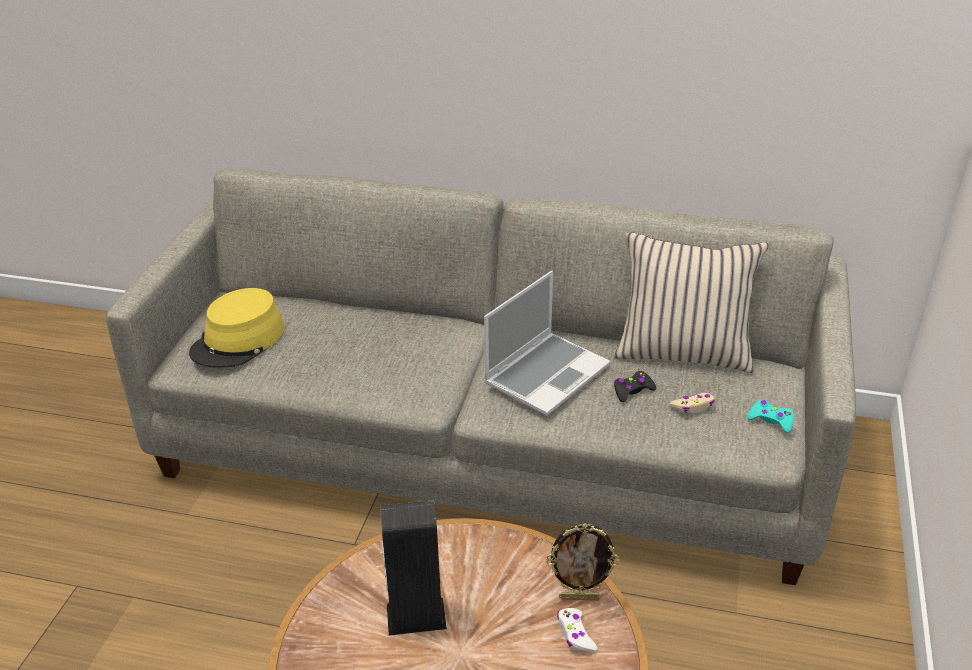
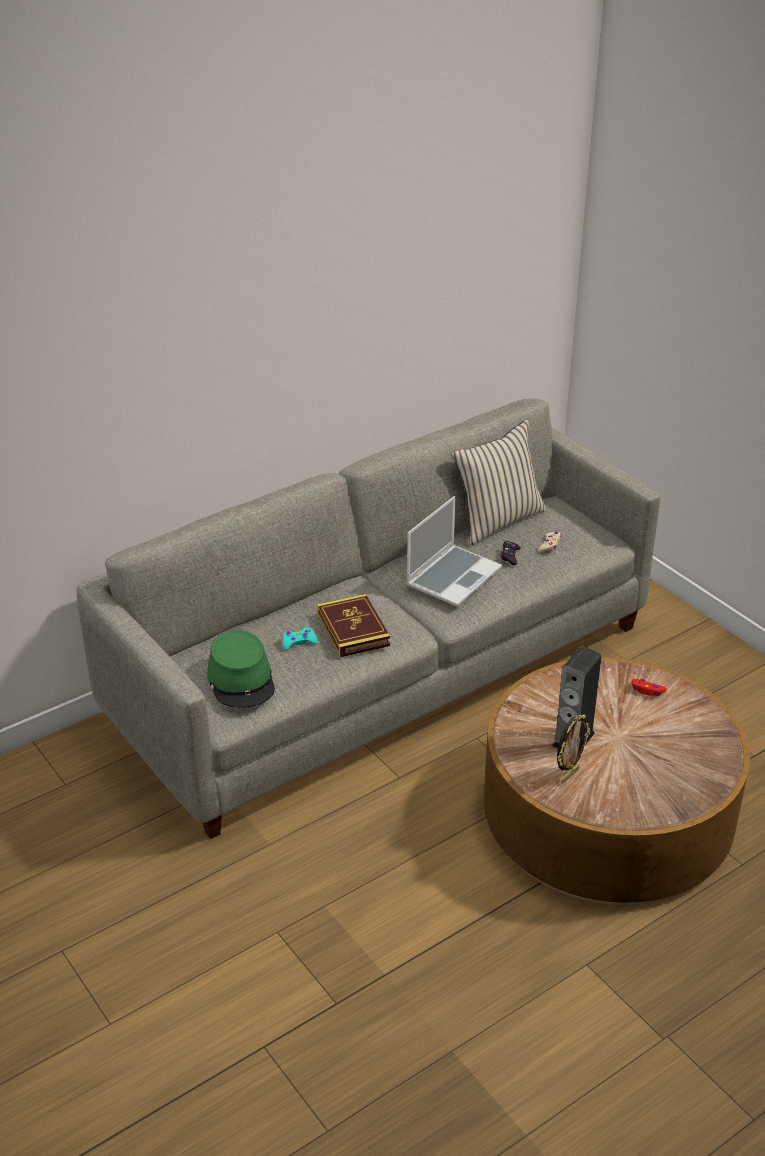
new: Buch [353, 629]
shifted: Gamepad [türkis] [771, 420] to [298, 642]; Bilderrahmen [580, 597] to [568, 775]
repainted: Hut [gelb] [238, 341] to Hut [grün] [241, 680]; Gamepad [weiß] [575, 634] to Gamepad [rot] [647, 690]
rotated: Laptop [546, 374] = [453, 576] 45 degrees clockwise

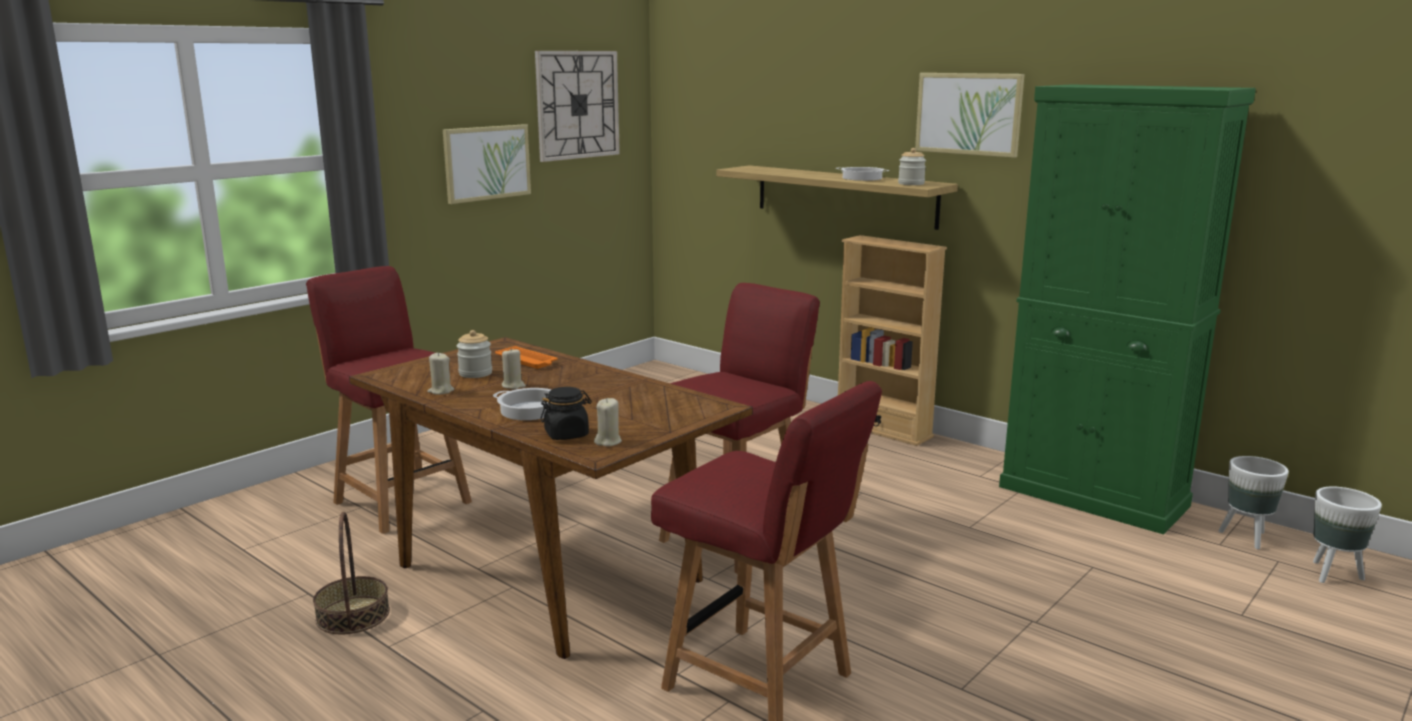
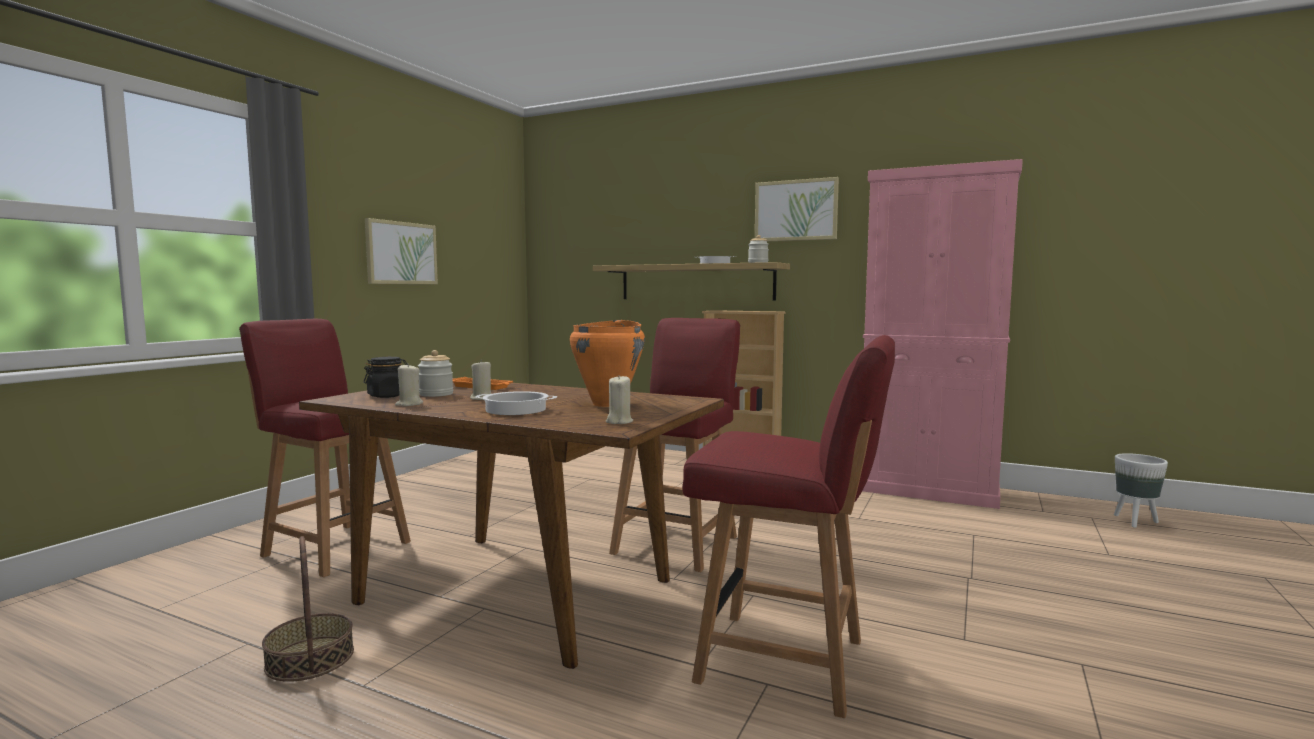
gone: Wanduhr [577, 105]; Pflanzkübel [weiß] [1246, 538]
new: Kochtopf [orange] [608, 404]
shifted: Vorratsglas [schwarz] [567, 434] to [387, 396]
repainted: Schrank [grün] [1093, 496] to Schrank [rosa] [928, 490]

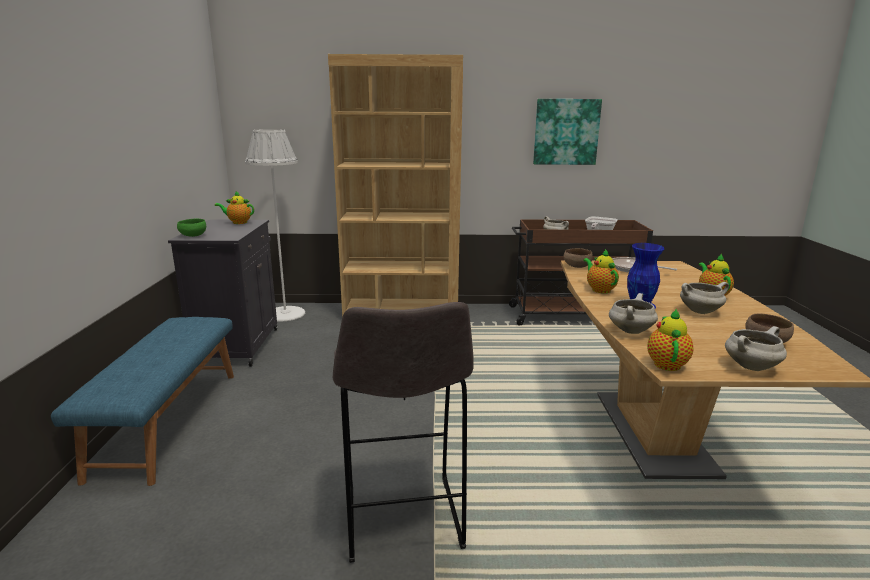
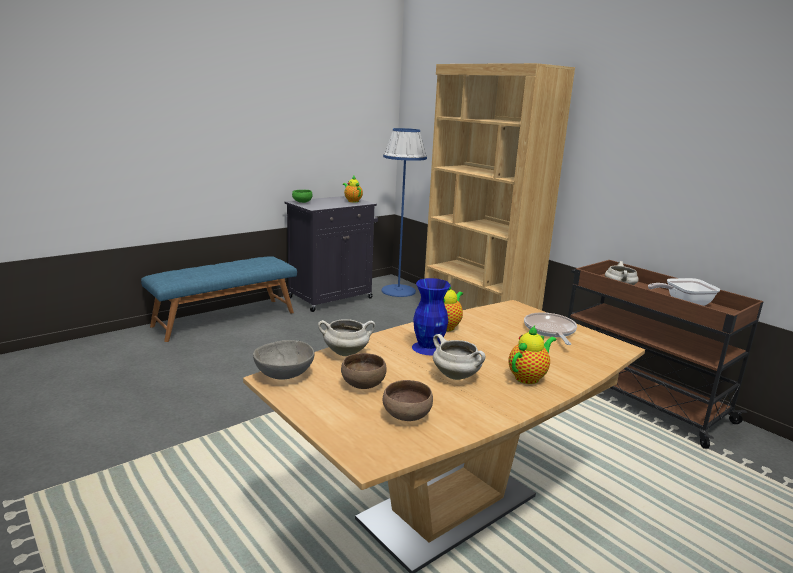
gone: Hocker [grau] [403, 520]; Bild [566, 132]; Kochtopf [weiß] [751, 366]
shifted: Schüssel [braun] [576, 267] to [362, 384]
swapped: Teekanne [666, 363] to Schüssel [grau] [283, 375]
repainted: Stehlampe [weiß] [285, 314] to Stehlampe [blau] [398, 291]

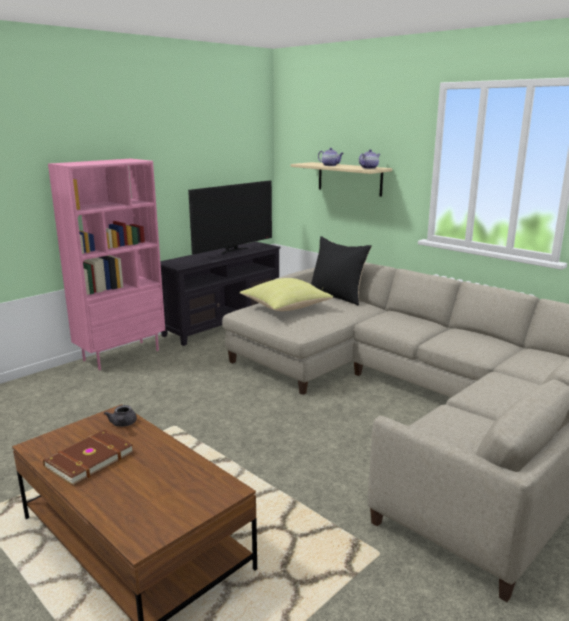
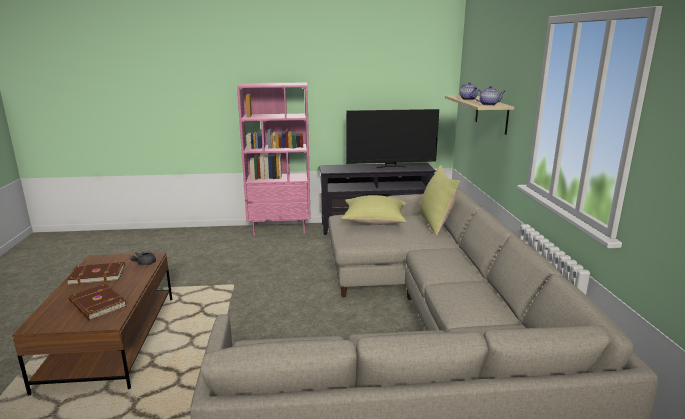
new: Buch [braun] [96, 304]
repainted: Kissen [schwarz] [337, 296] to Kissen [gelb] [436, 223]

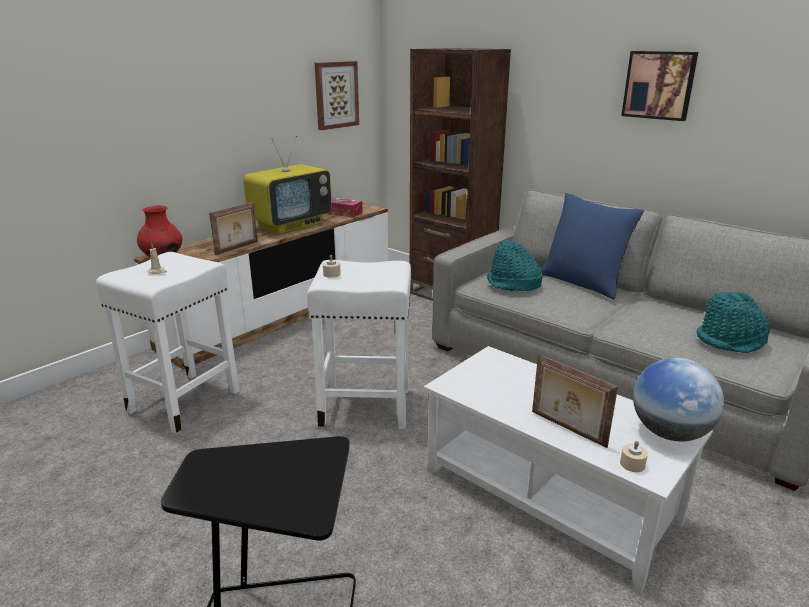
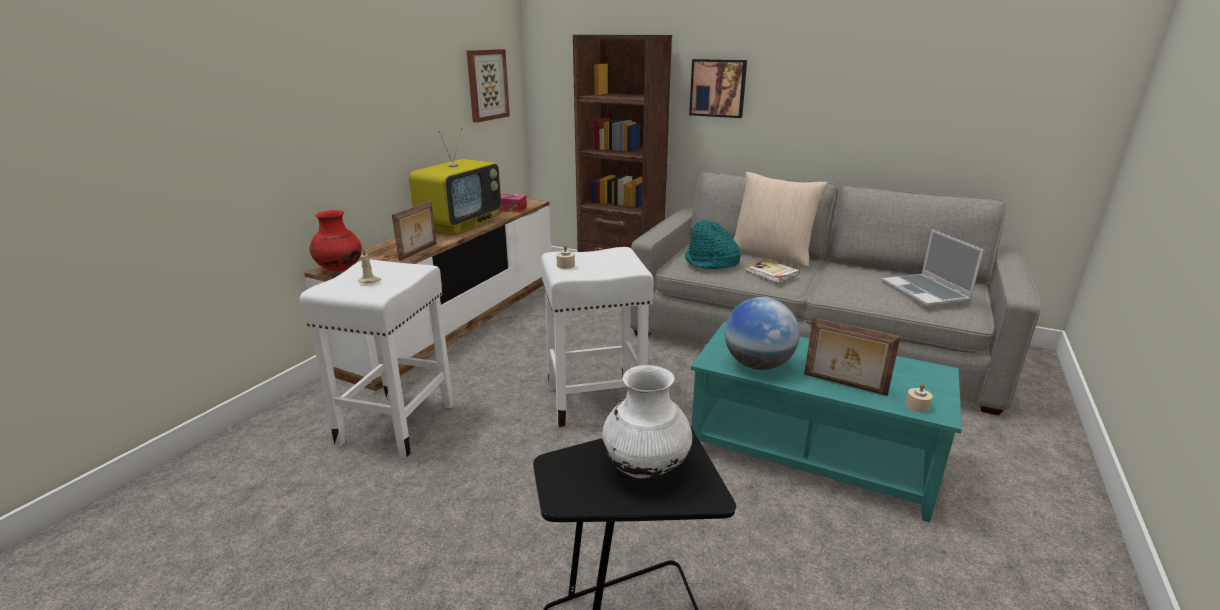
new: Vase [weiß] [646, 468]; Buch [771, 273]
shifted: Bild [659, 85] to [718, 88]; Globus [669, 433] to [758, 365]
swapped: Hut [türkis] [730, 341] to Laptop [926, 292]
repainted: Couchtisch [weiß] [550, 495] to Couchtisch [türkis] [810, 453]; Kissen [blau] [583, 282] to Kissen [beige] [771, 256]

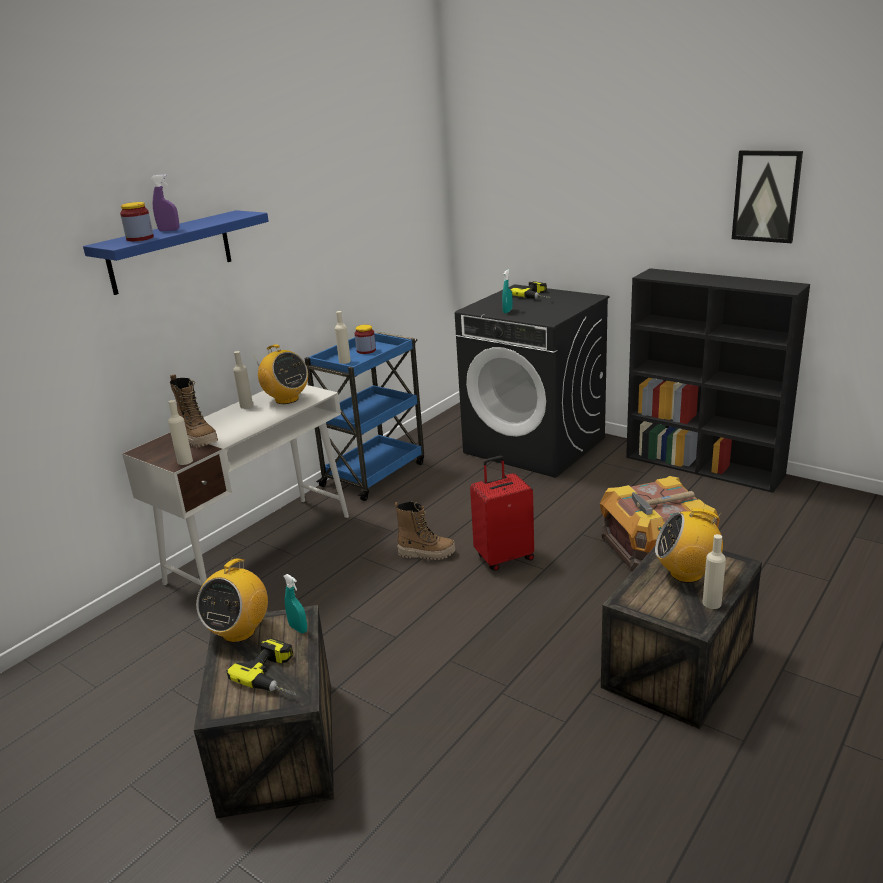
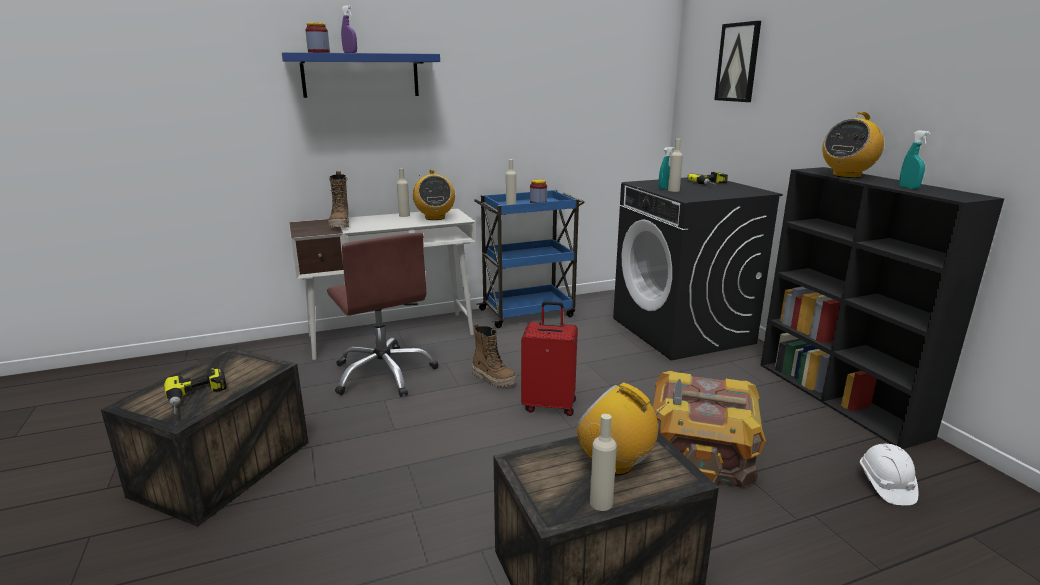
new: Bürostuhl [braun] [384, 373]; Schutzhelm [weiß] [885, 485]
shifted: Flasche [beige] [185, 461] to [673, 190]; Bild [766, 196] to [738, 62]; Radio [239, 631] to [847, 175]; Sprühflasche [türkis] [298, 628] to [908, 188]

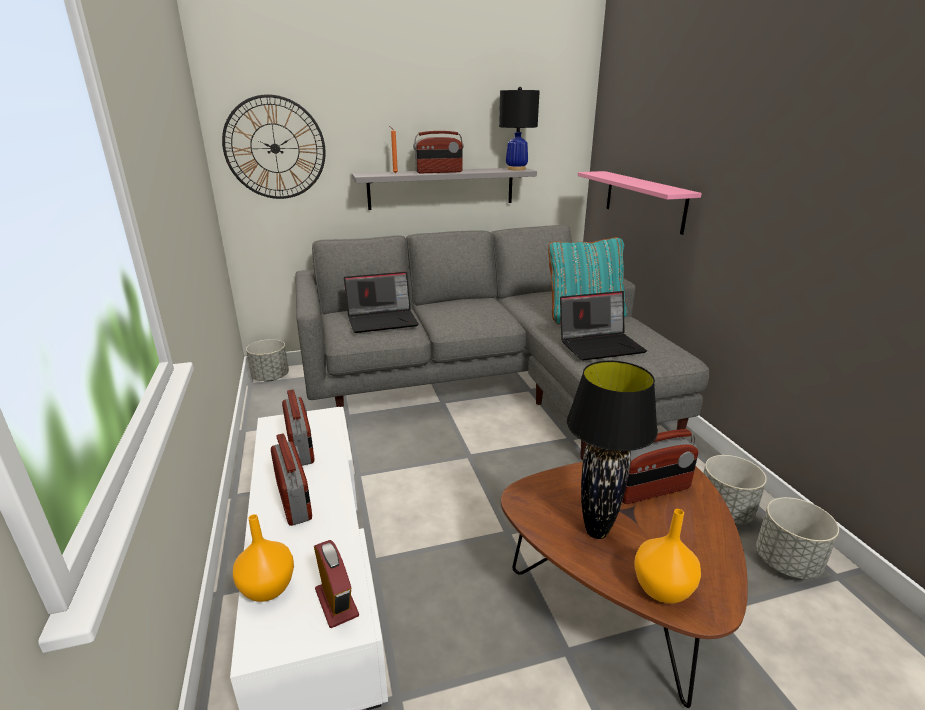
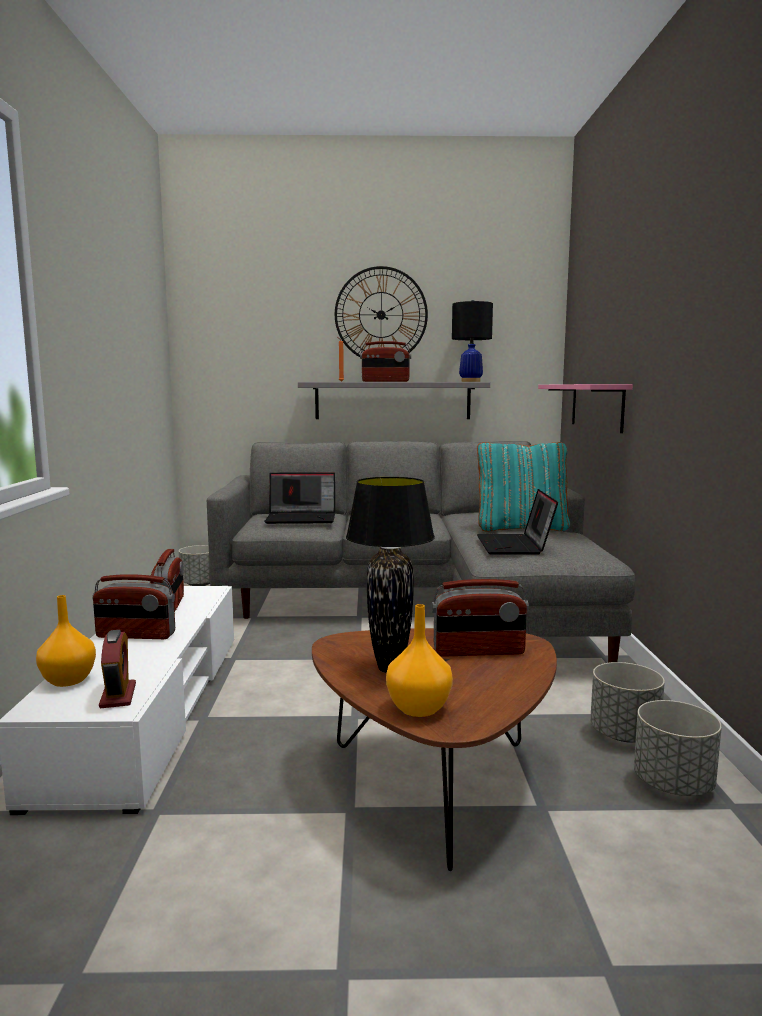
shifted: Wanduhr [275, 148] to [381, 315]
rotated: Radio [294, 500] = [135, 635] 105 degrees clockwise; Laptop [601, 345] = [515, 546] 90 degrees clockwise

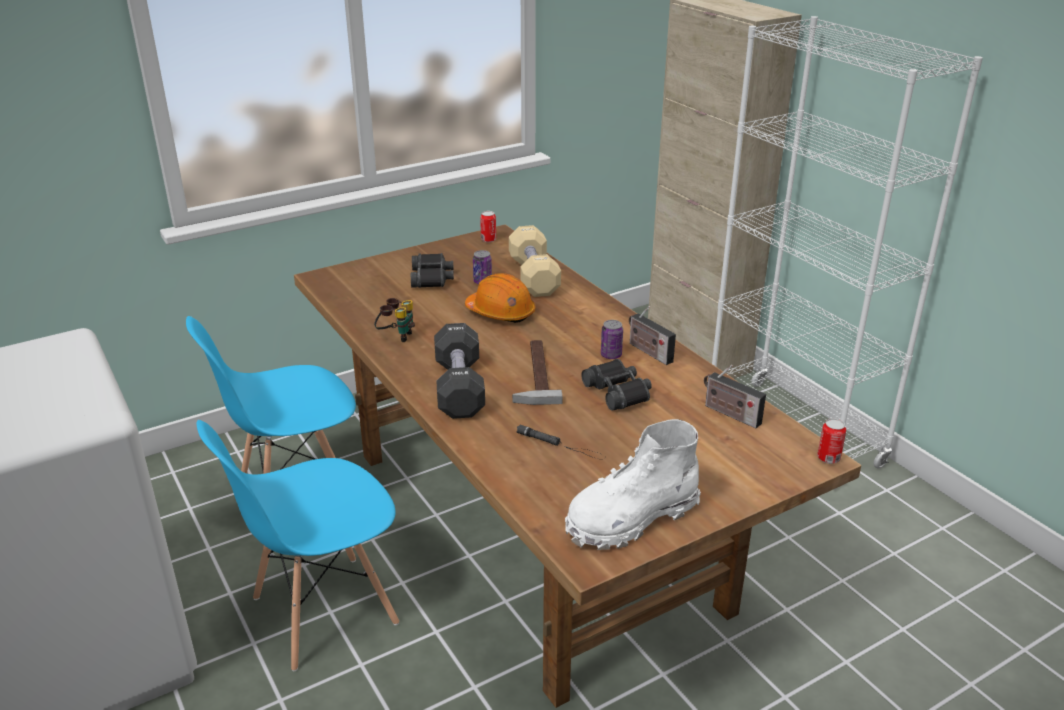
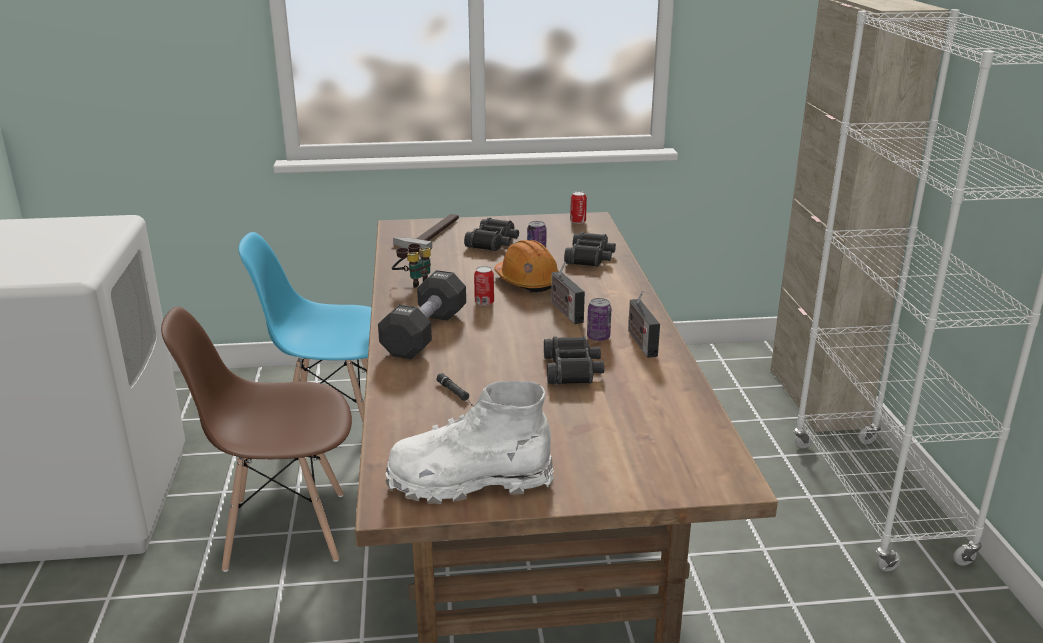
shifted: Hammer [534, 374] to [430, 233]; Dose [828, 458] to [484, 302]; Radio [729, 414] to [565, 311]
swapped: Hantel [beige] [533, 276] to Fernglas [schwarz] [590, 258]
repainted: Stuhl [blau] [323, 611] to Stuhl [braun] [284, 530]

